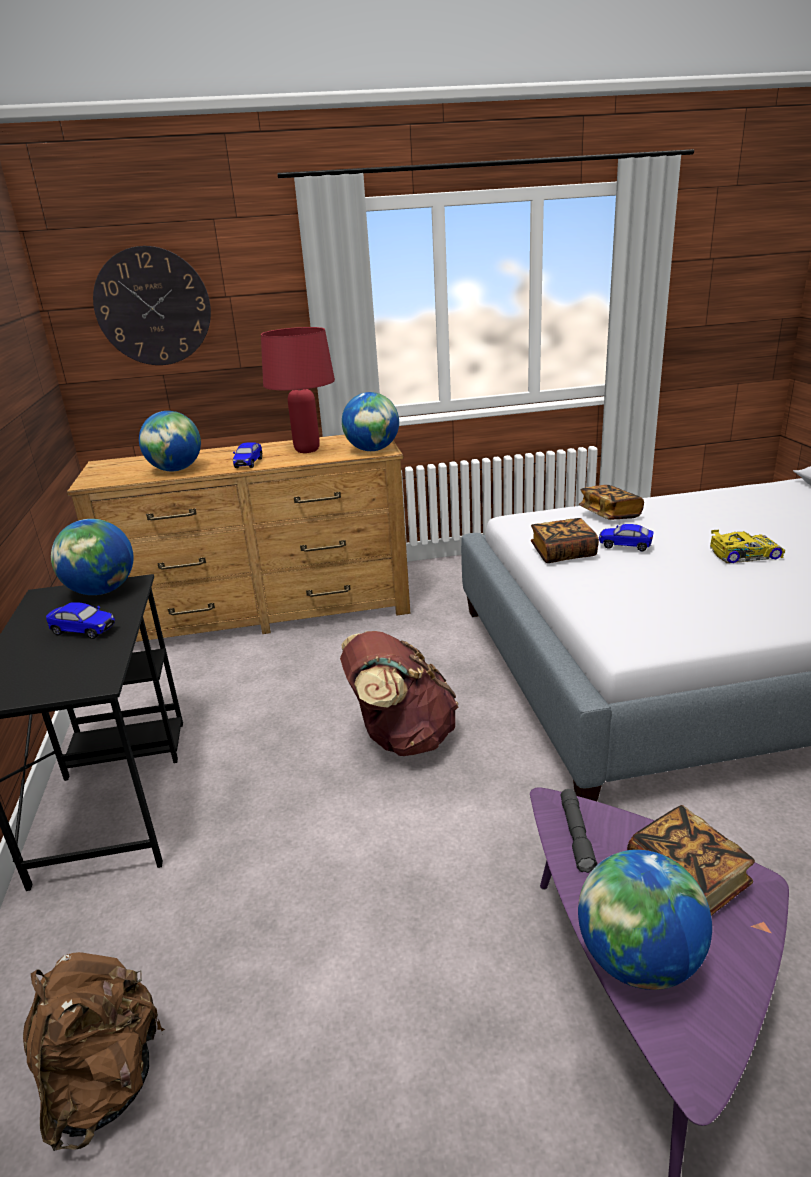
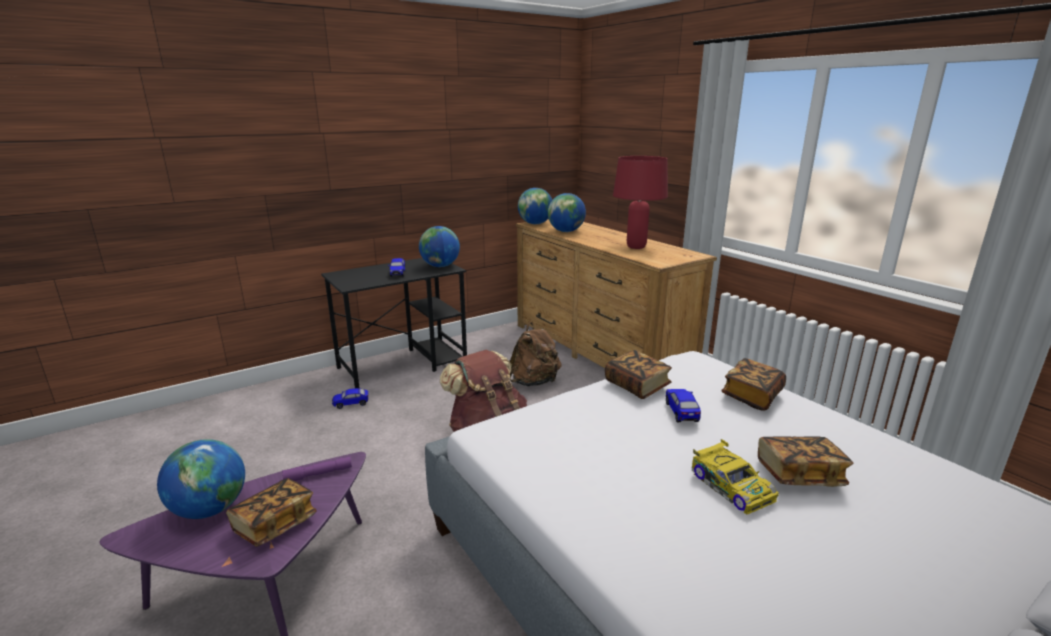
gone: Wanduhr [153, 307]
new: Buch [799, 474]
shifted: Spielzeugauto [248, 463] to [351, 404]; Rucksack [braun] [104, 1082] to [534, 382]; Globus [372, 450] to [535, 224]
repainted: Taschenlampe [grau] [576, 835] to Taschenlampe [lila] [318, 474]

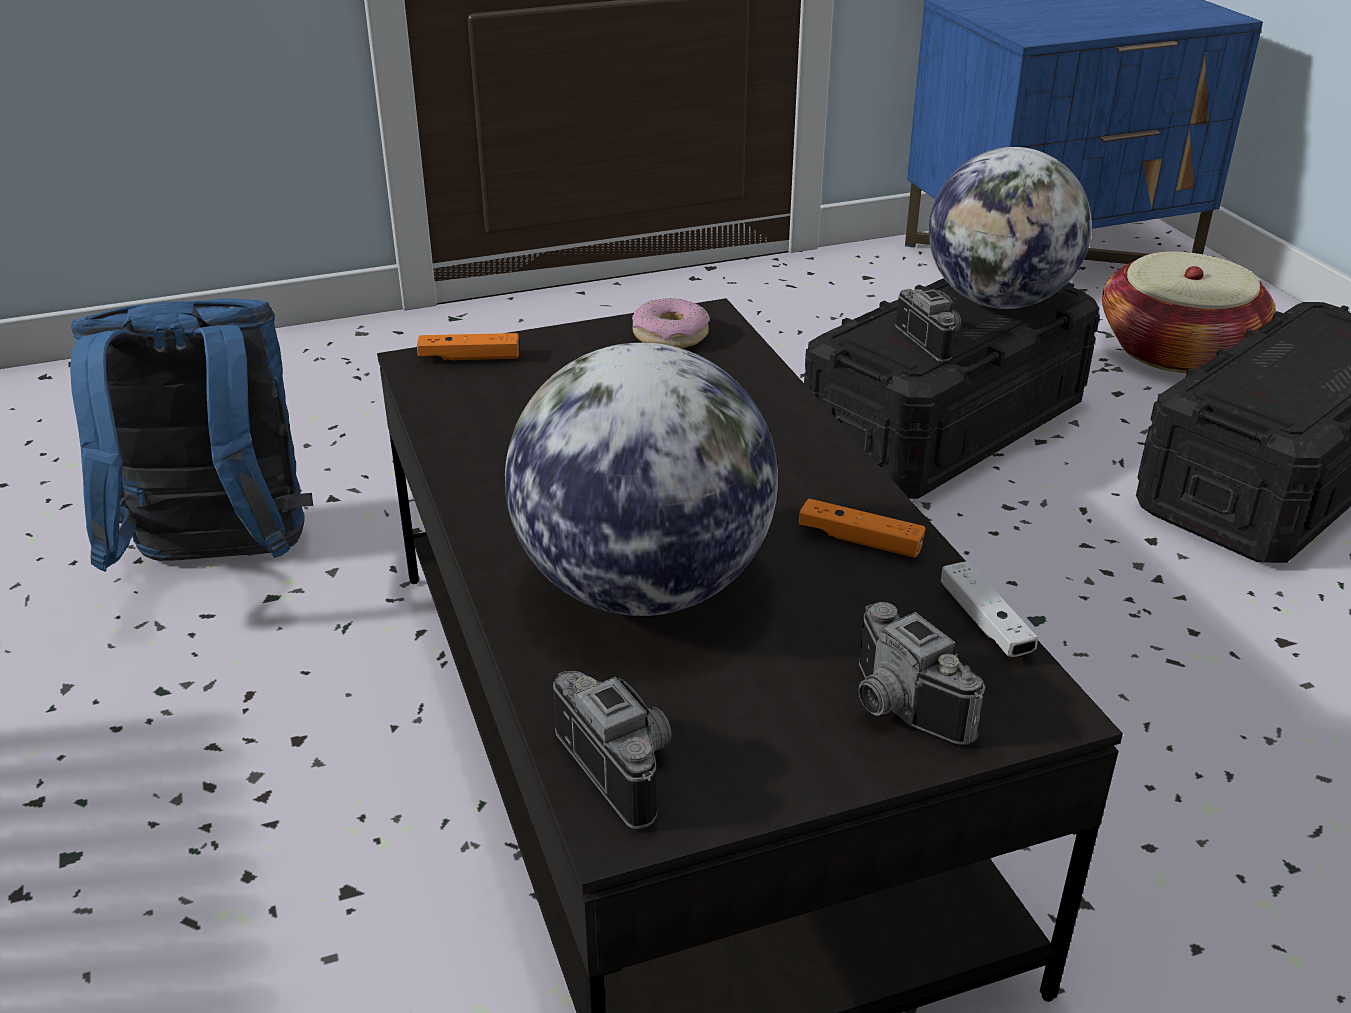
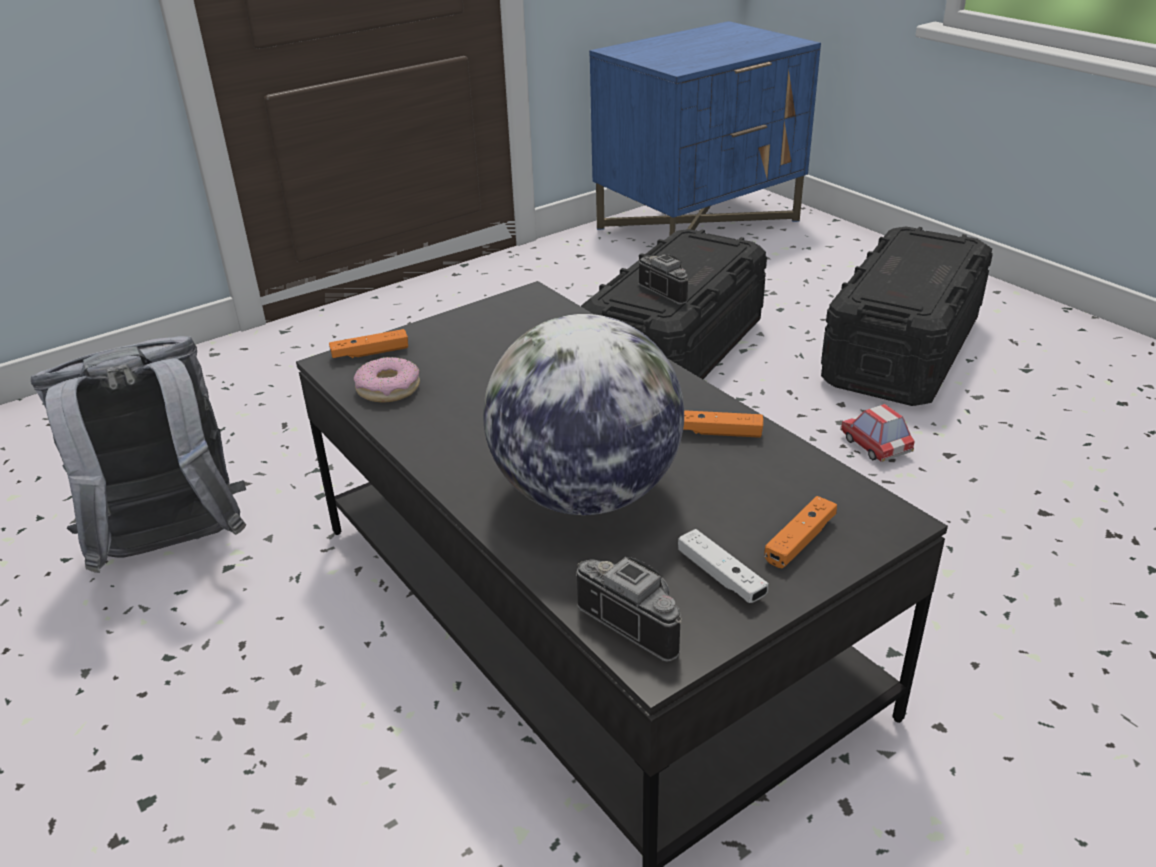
gone: Globus [999, 301]; Korb [1176, 350]
new: Spielzeugauto [875, 446]
shifted: Donut [670, 335] to [388, 389]; Gamepad [weiß] [985, 622] to [720, 576]
swapped: Kamera [897, 709] to Gamepad [orange] [800, 540]
repainted: Rucksack [blau] [219, 563] to Rucksack [grau] [173, 549]

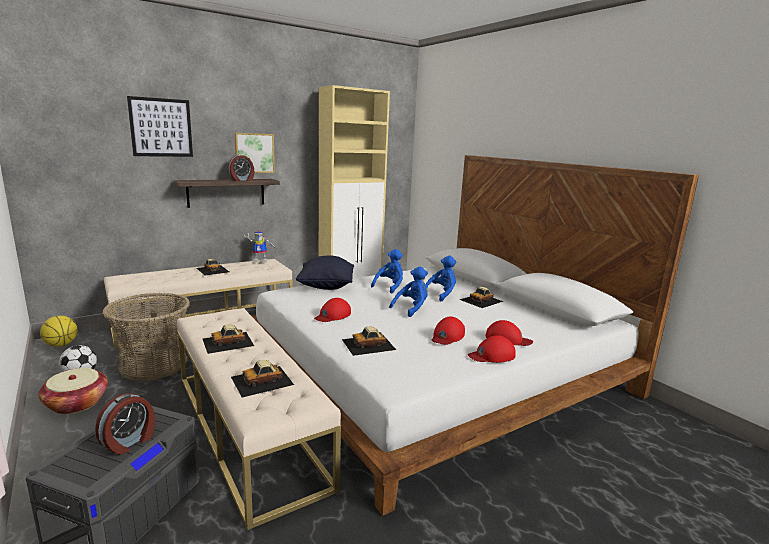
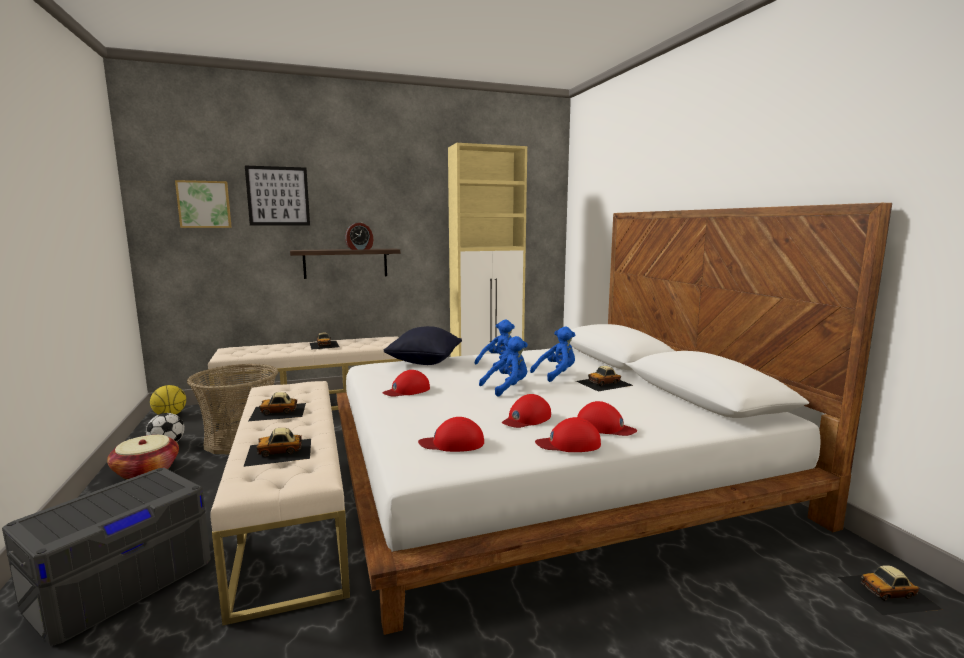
gone: Wecker [129, 442]; Spielzeugroboter [261, 260]
new: Kappe [rot] [452, 443]
shifted: Bild [254, 153] to [204, 204]; Spielzeugauto [369, 344] to [888, 592]

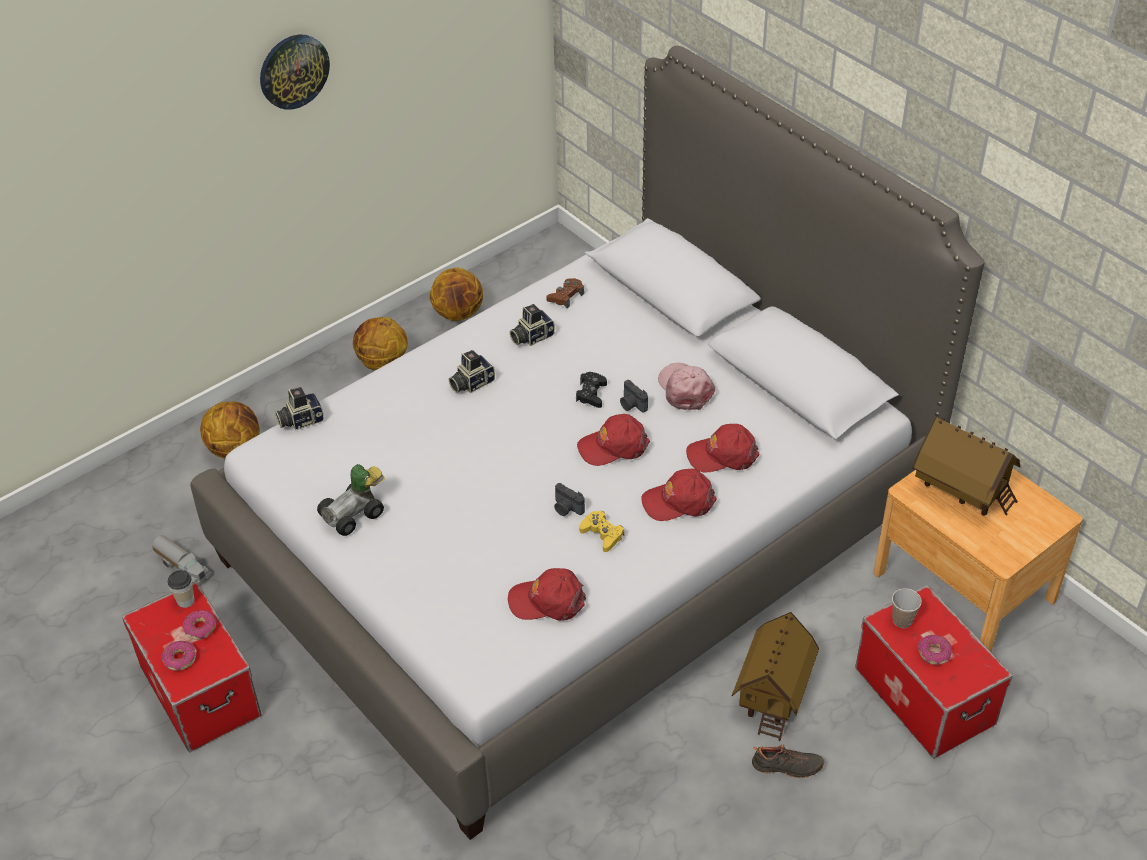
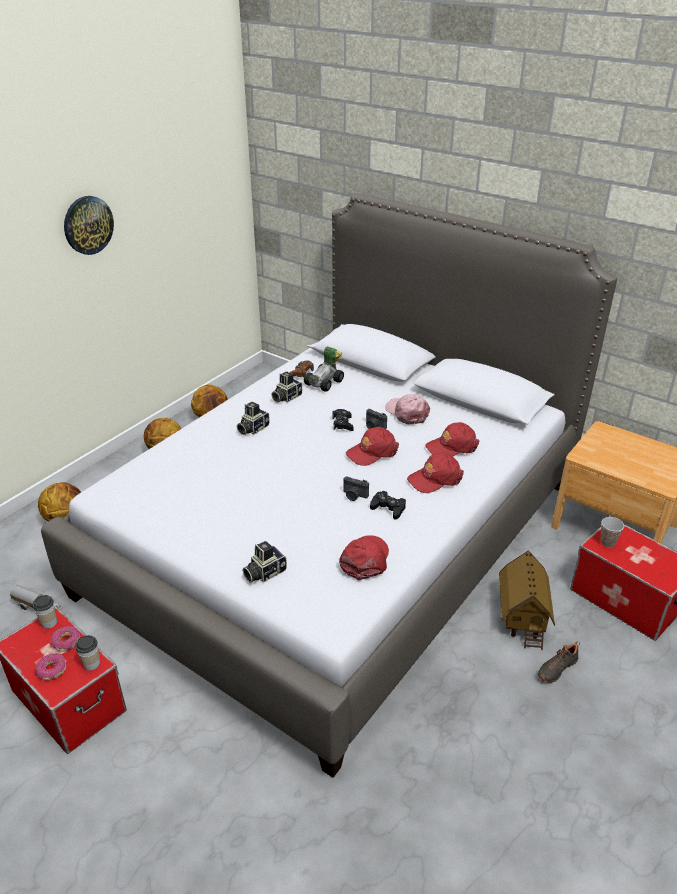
gone: Spielzeughaus [961, 491]; Donut [933, 653]
new: Tasse [92, 664]
shifted: Kamera [300, 420] to [264, 572]; Spielzeugauto [355, 514] to [326, 382]
repainted: Gamepad [gelb] [602, 534] to Gamepad [schwarz] [388, 508]
rotated: Kappe [rot] [547, 600] = [365, 559] 120 degrees clockwise; Schuh [schwarz] [787, 767] = [556, 668] 150 degrees clockwise

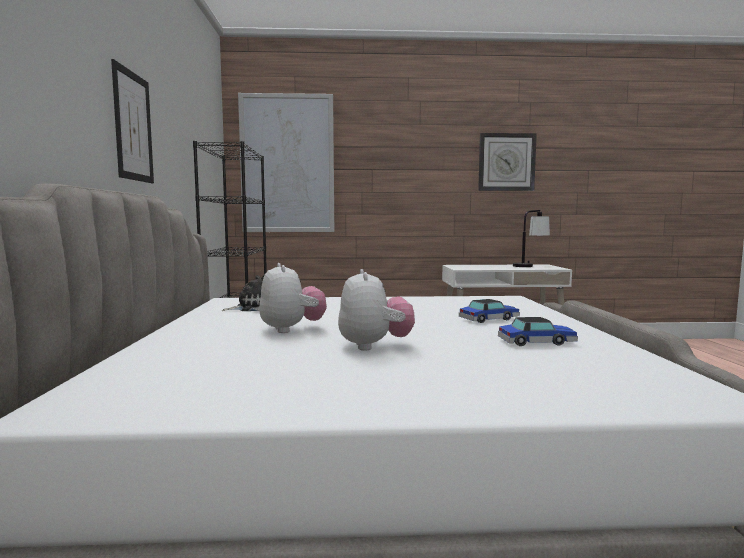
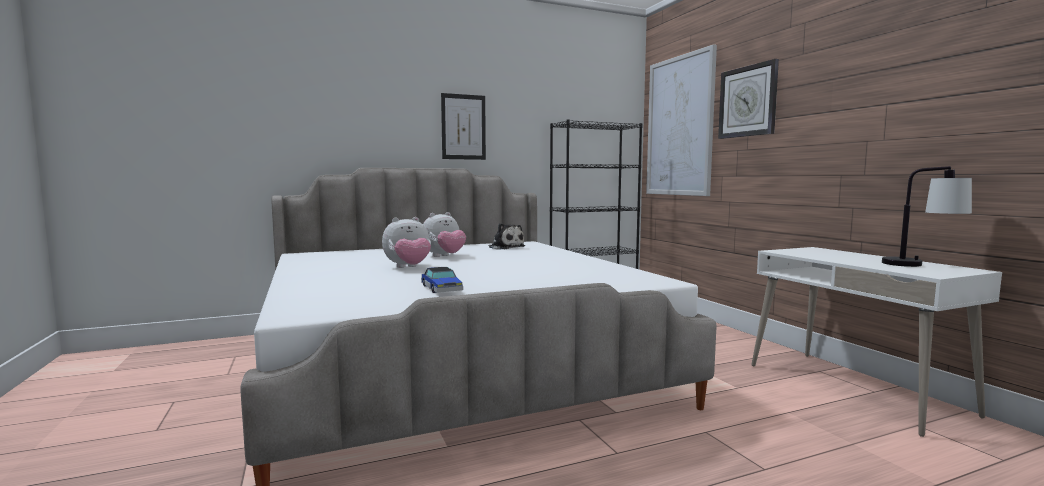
gone: Spielzeugauto [489, 319]
shifted: Wanduhr [506, 162] to [748, 101]

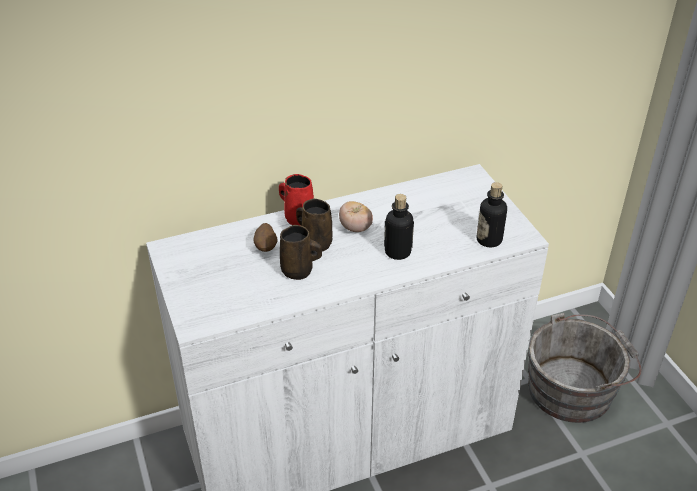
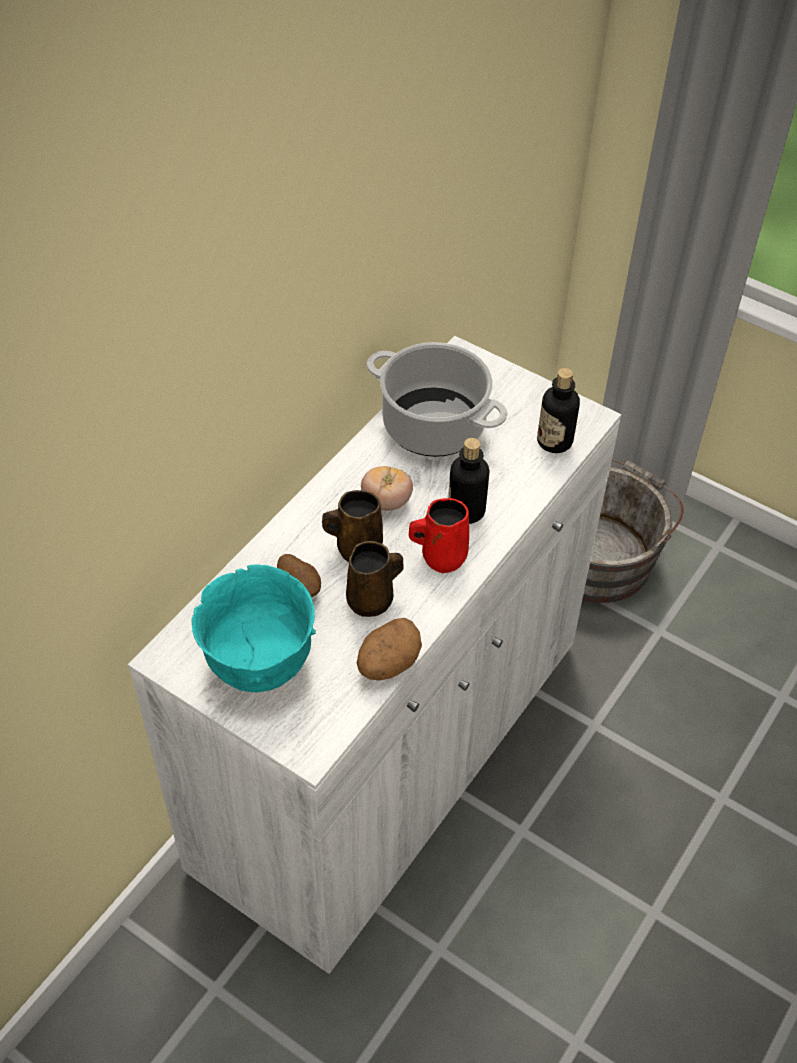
new: Schüssel [türkis] [259, 662]; Kartoffel [387, 664]; Kochtopf [435, 426]
shifted: Henkelbecher [rot] [298, 217] to [441, 557]

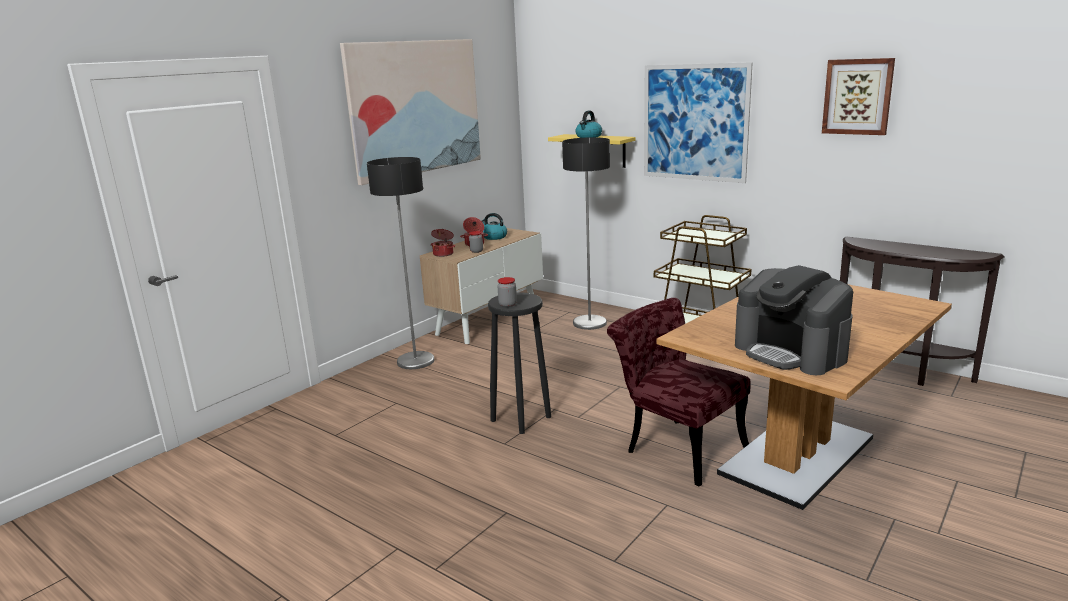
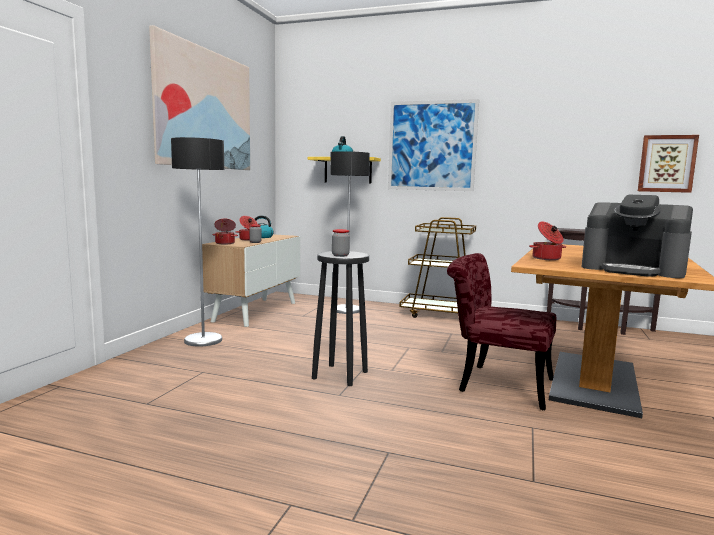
new: Kochtopf [547, 258]
shifted: Bild [857, 96] to [666, 163]

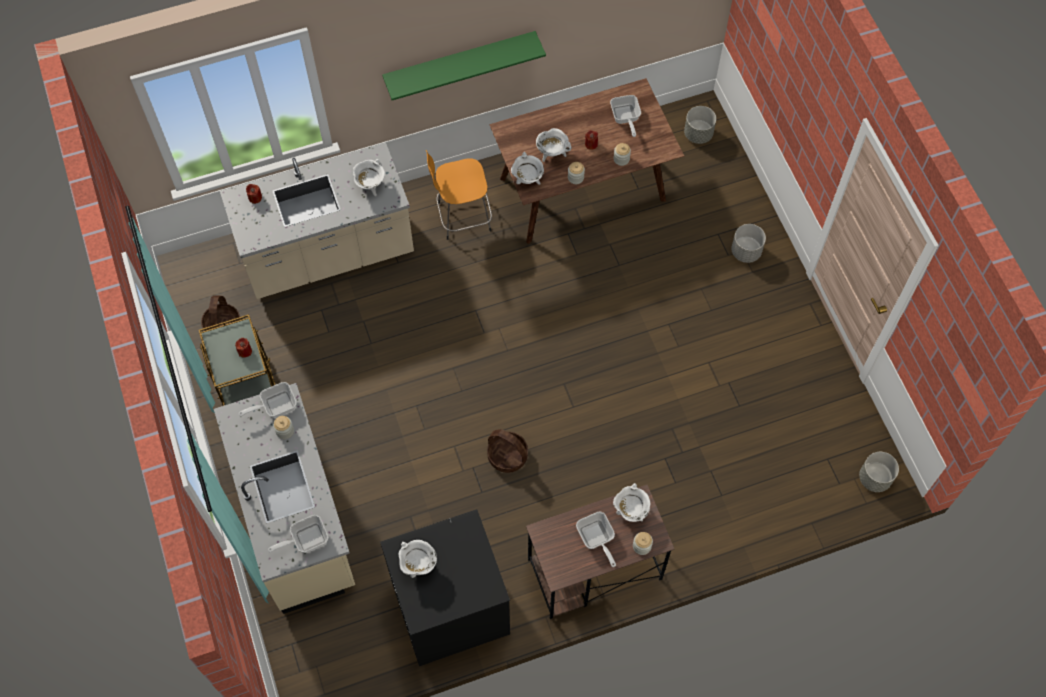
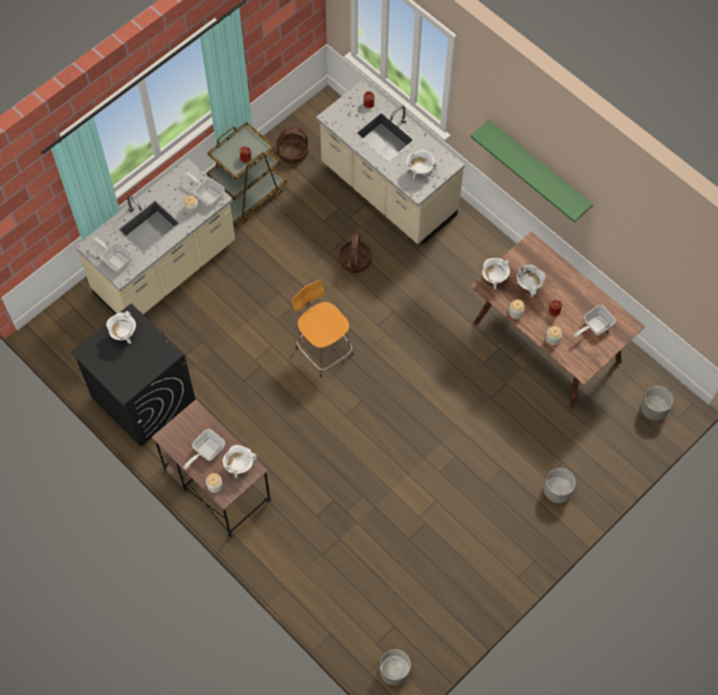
shifted: Hocker [orange] [462, 217] to [323, 350]; Korb [507, 456] to [355, 260]

